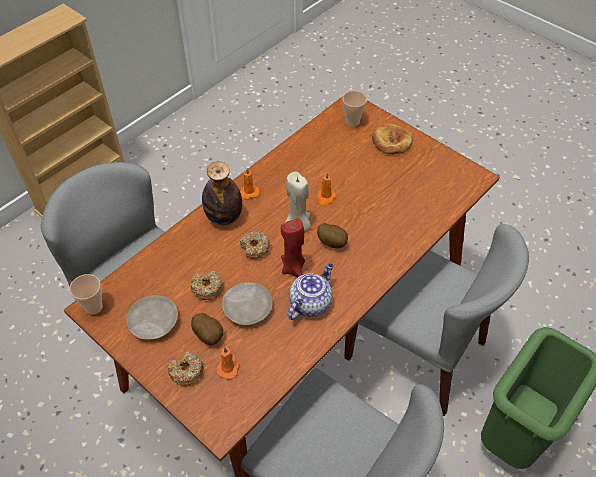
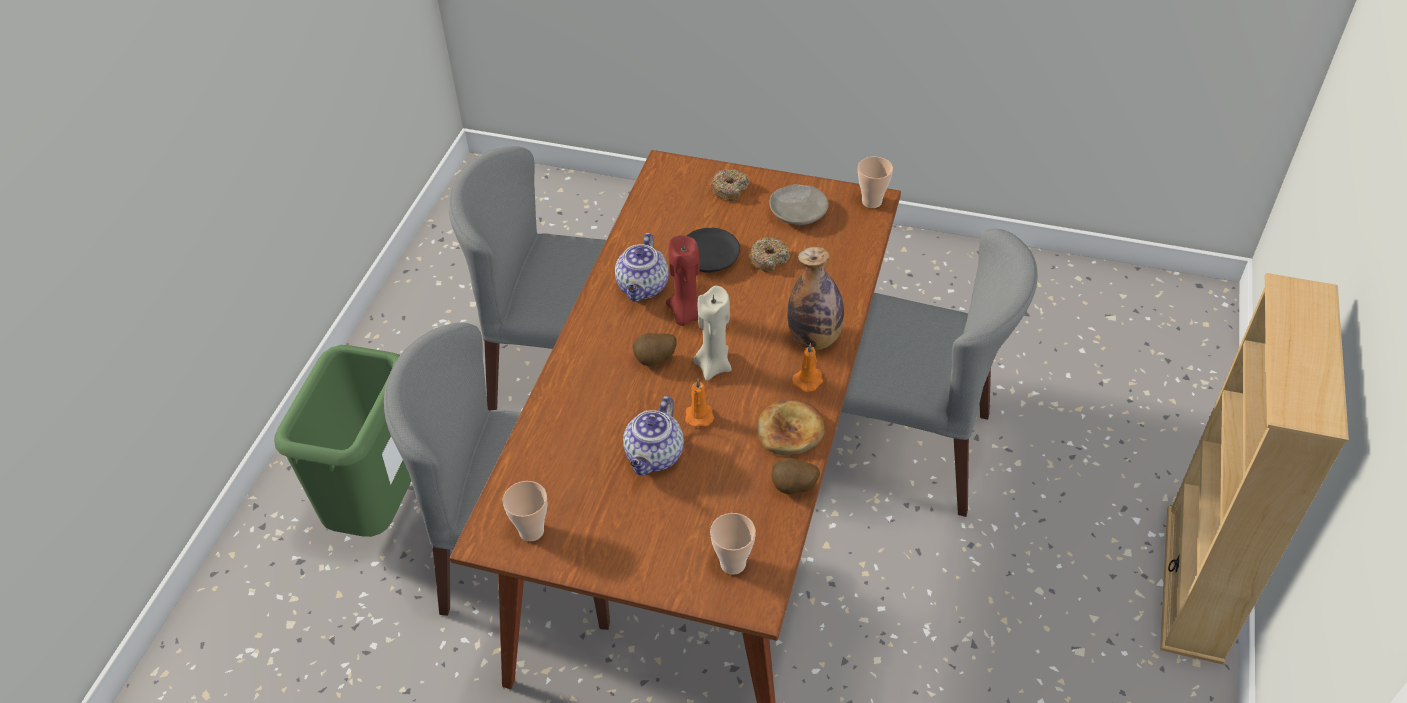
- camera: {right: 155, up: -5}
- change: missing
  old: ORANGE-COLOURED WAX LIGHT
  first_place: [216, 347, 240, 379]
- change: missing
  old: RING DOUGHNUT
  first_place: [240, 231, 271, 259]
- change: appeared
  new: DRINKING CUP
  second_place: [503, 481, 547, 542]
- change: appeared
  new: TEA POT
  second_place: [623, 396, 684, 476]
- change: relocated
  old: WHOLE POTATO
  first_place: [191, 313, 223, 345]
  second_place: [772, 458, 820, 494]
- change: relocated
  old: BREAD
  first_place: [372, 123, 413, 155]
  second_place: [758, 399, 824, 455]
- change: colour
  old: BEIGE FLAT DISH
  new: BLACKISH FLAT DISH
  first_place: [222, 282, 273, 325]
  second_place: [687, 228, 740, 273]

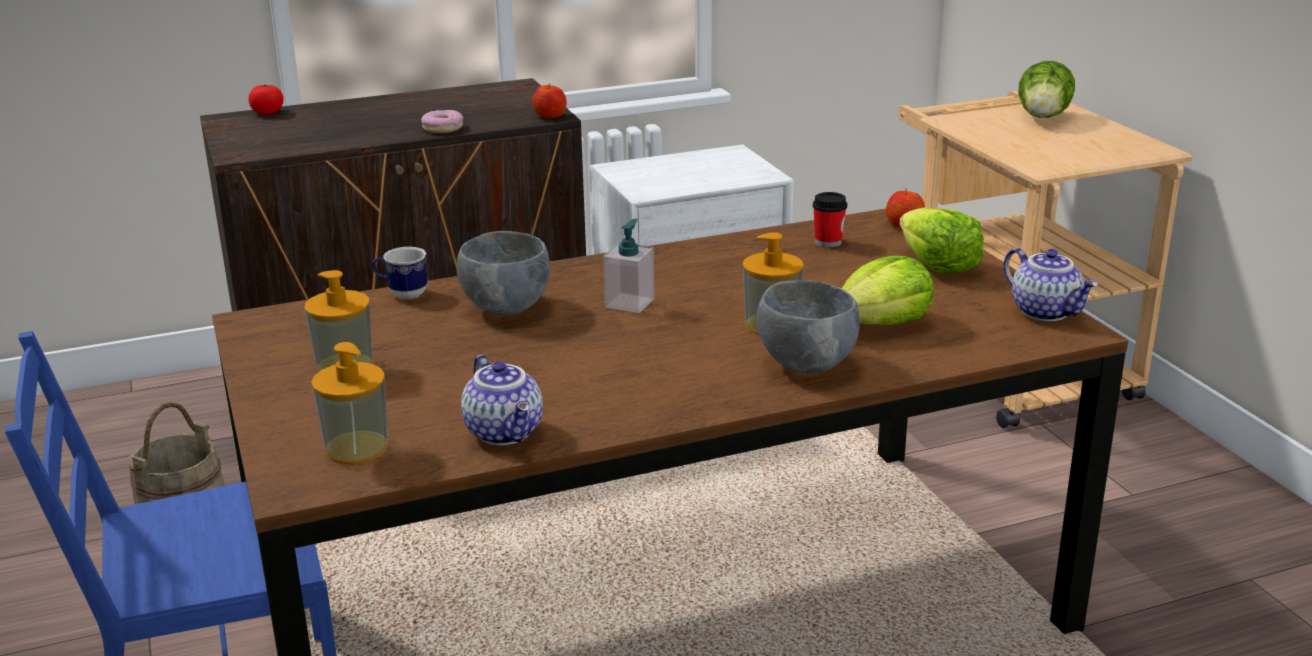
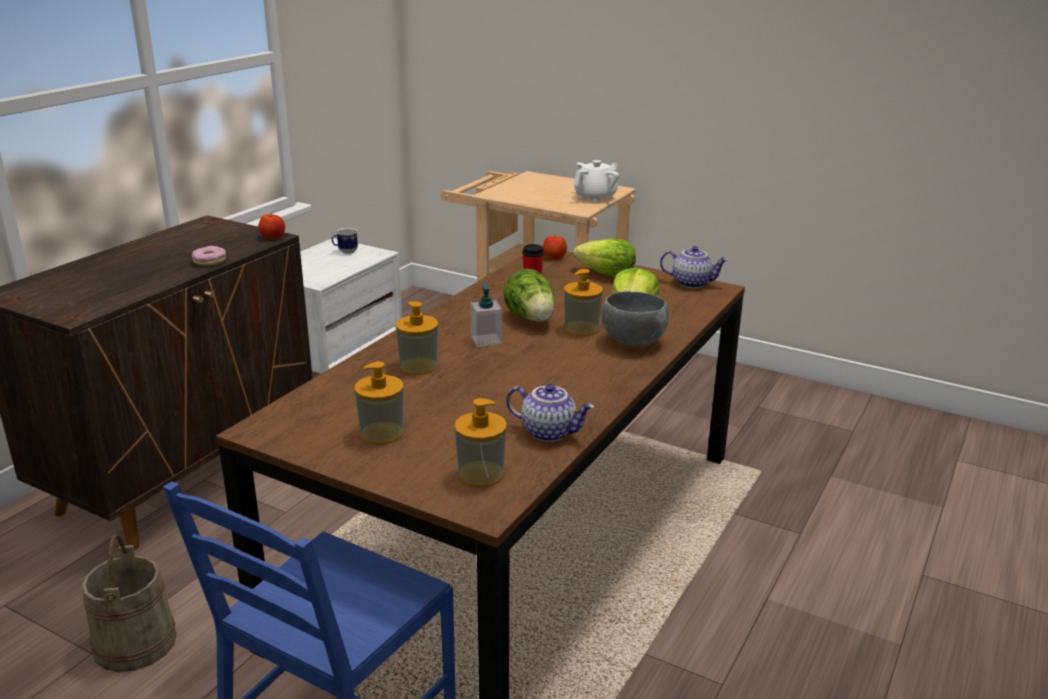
- camera: {right: -40, up: 0}
- change: missing
  old: FRESH TOMATO
  first_place: [249, 84, 284, 115]
- change: appeared
  new: WHITE-COLOURED TEA POT
  second_place: [574, 160, 619, 203]
- change: relocated
  old: MUG
  first_place: [373, 247, 428, 299]
  second_place: [332, 228, 358, 254]
- change: relocated
  old: HEAD OF LETTUCE
  first_place: [1018, 61, 1075, 118]
  second_place: [504, 269, 555, 322]
- change: exchanged
  old: GREYISH DEEP DISH
  new: SOAP BOTTLE
  first_place: [456, 231, 550, 315]
  second_place: [395, 302, 438, 375]

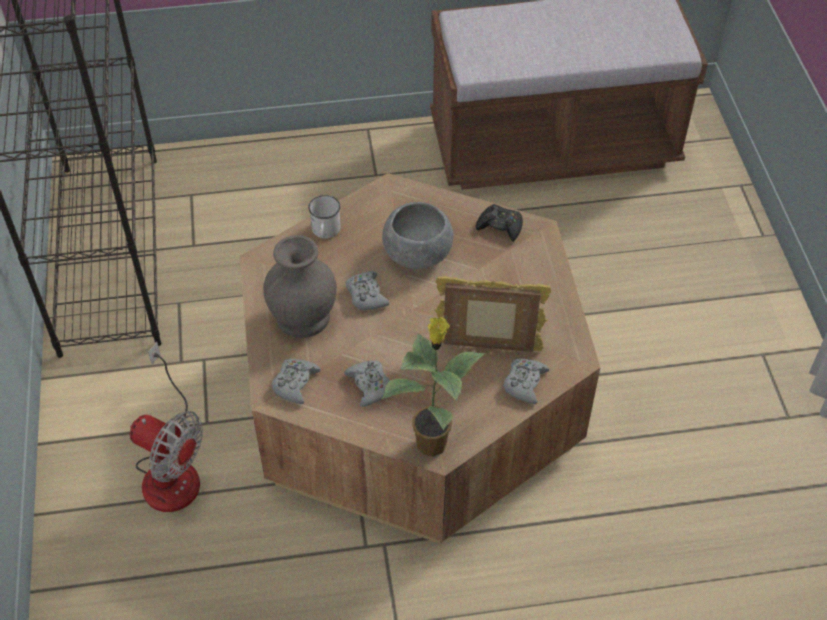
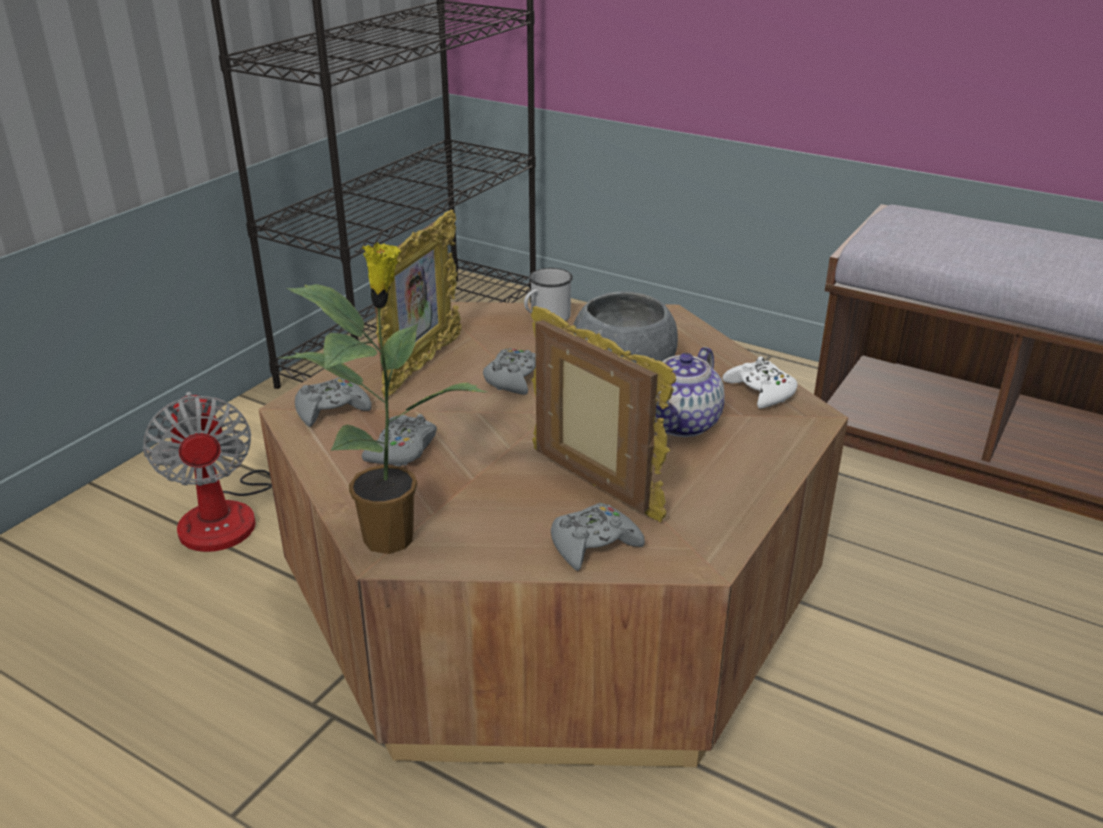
- camera: {right: 40, up: -20}
- change: appeared
  new: TEA POT
  second_place: [655, 347, 725, 437]
- change: exchanged
  old: GREYISH VASE
  new: STANDING FRAME
  first_place: [263, 235, 337, 338]
  second_place: [375, 210, 462, 397]
- change: colour
  old: BLACKISH GAMEPAD
  new: WHITE-COLOURED GAMEPAD
  first_place: [476, 204, 523, 242]
  second_place: [723, 356, 798, 409]

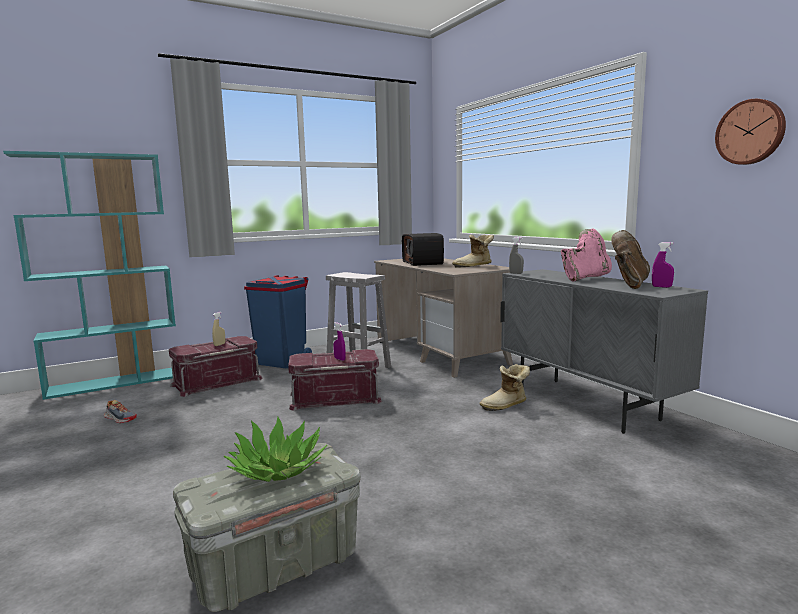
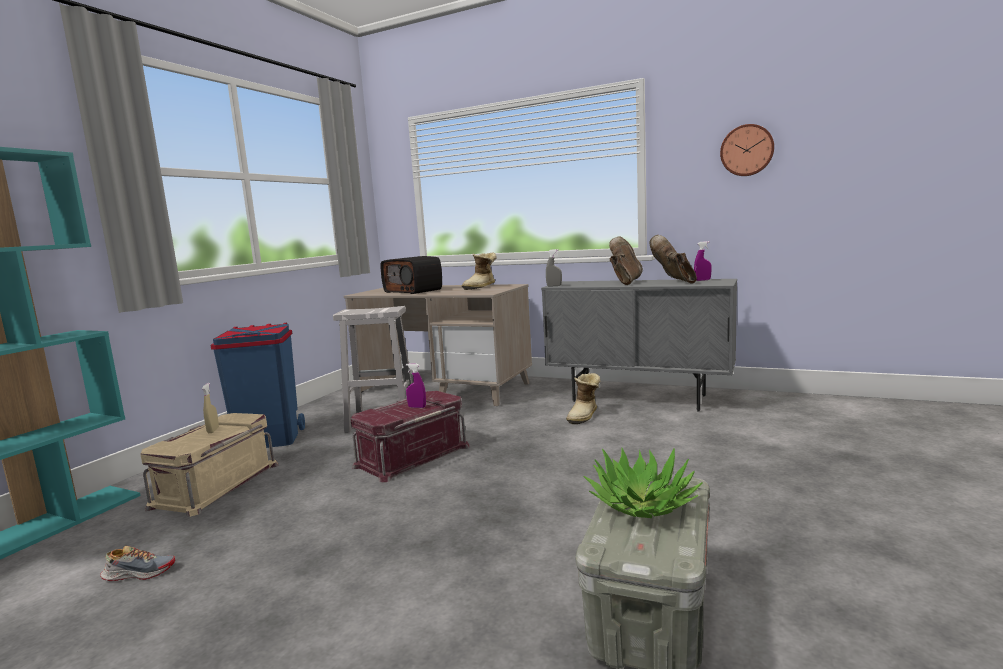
- camera: {right: -35, up: 0}
- change: colour
  old: RED-COLOURED STORAGE BIN
  new: BEIGE STORAGE BIN
  first_place: [169, 336, 262, 397]
  second_place: [140, 413, 279, 517]
- change: colour
  old: PINK-COLOURED TALL BOOT
  new: BROWN TALL BOOT
  first_place: [561, 228, 612, 282]
  second_place: [609, 236, 643, 285]

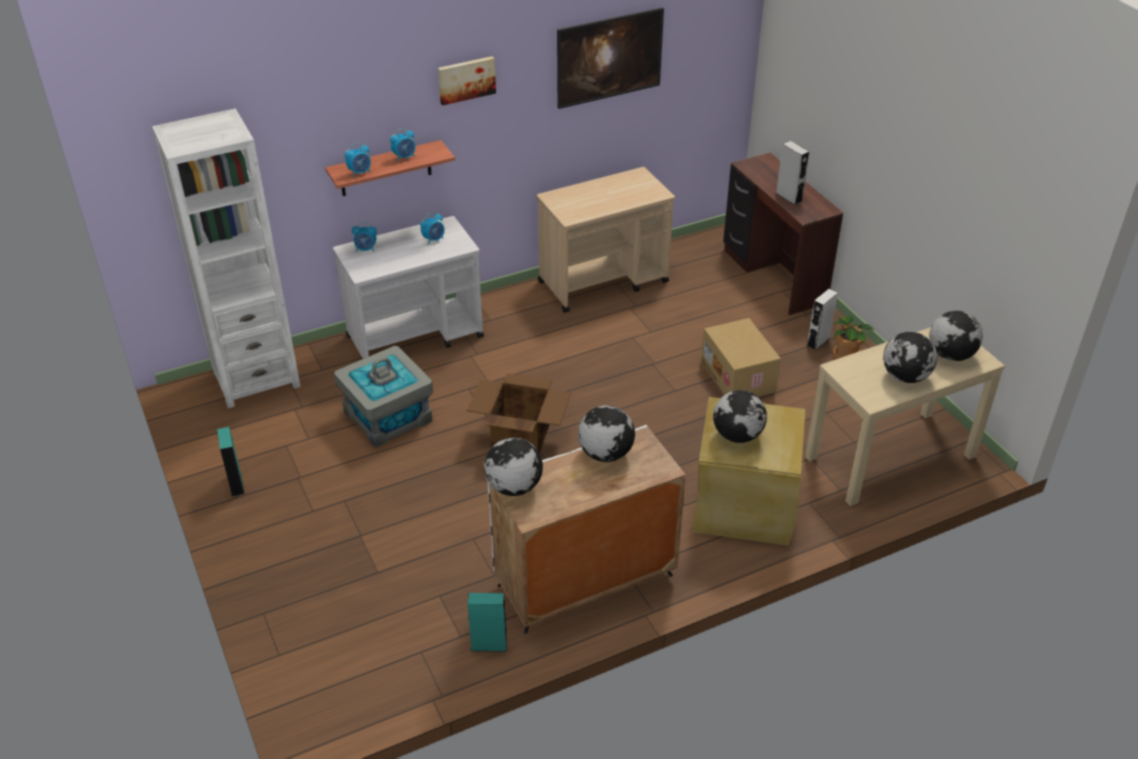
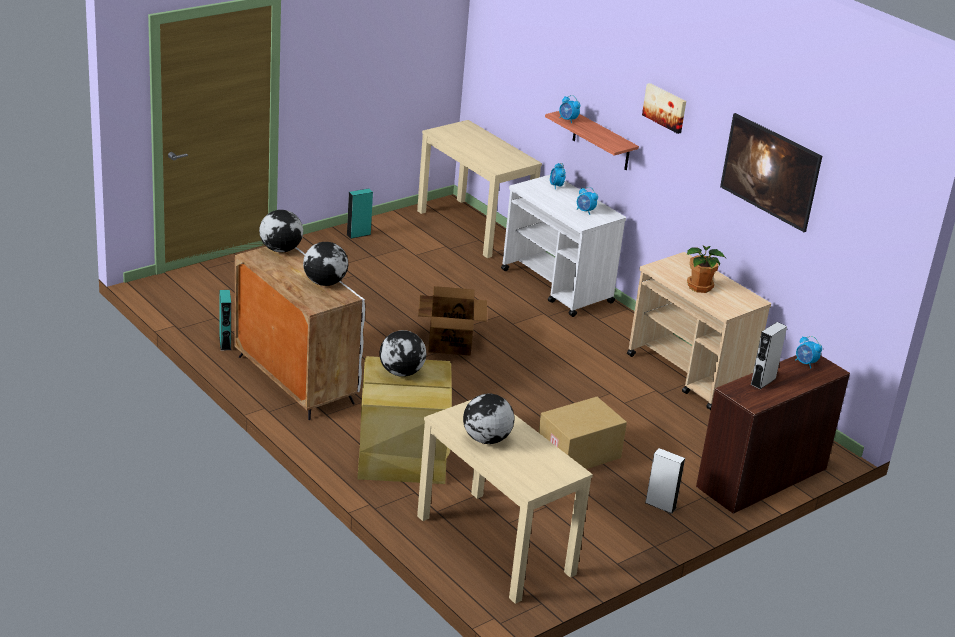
- camera: {right: 75, up: -10}
- change: missing
  old: GREYISH STORAGE BIN
  first_place: [334, 346, 433, 448]
- change: missing
  old: DESK GLOBE
  first_place: [929, 311, 983, 361]
- change: relocated
  old: BEDSIDE CLOCK
  first_place: [390, 128, 415, 162]
  second_place: [795, 336, 822, 369]
- change: relocated
  old: POTTED PLANT
  first_place: [833, 317, 875, 360]
  second_place: [687, 245, 726, 293]
- change: exchanged
  old: WHITE-COLOURED SHELVING UNIT
  new: BEIGE HALL TABLE
  first_place: [152, 109, 301, 408]
  second_place: [417, 120, 542, 258]

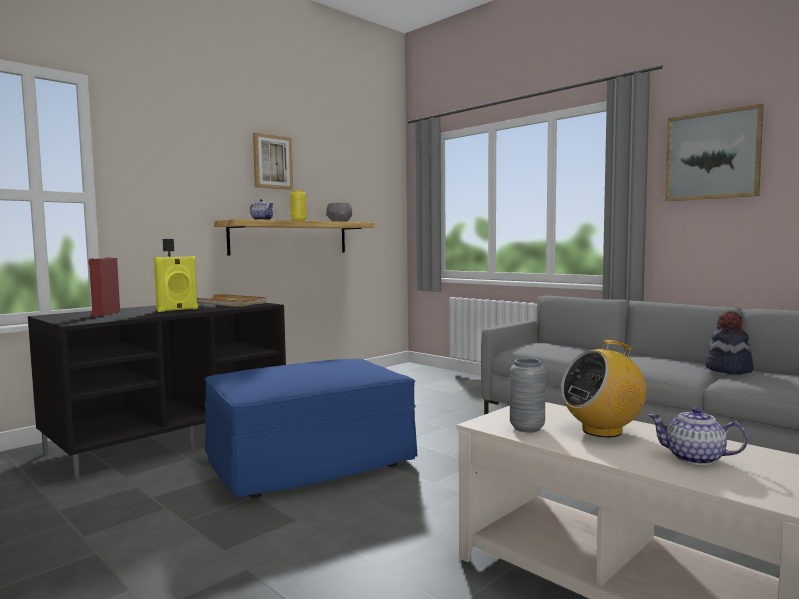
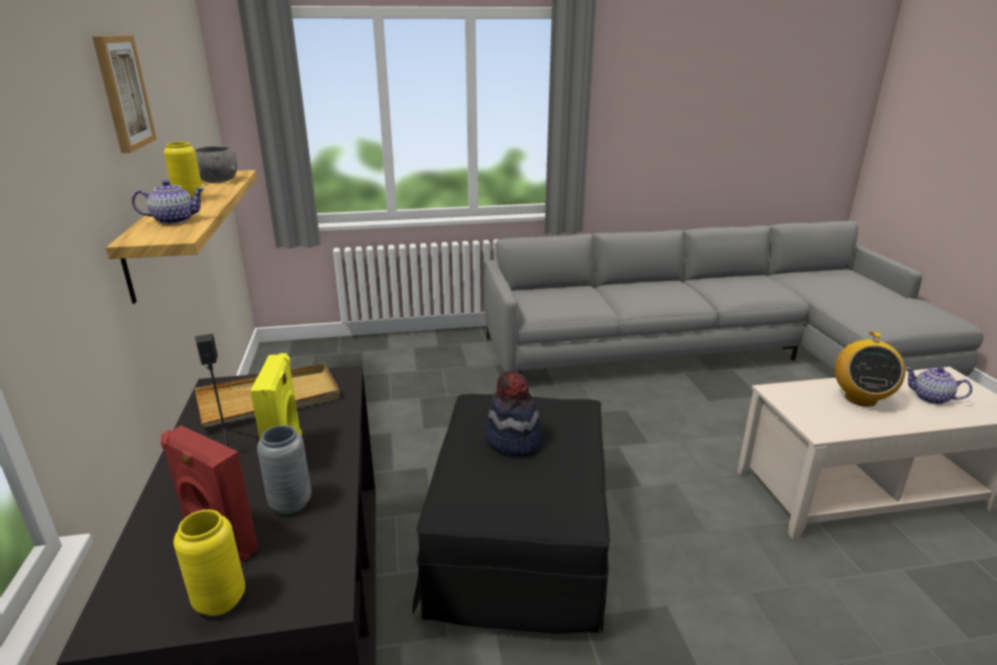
- camera: {right: -55, up: 20}
- change: missing
  old: WALL PICTURE
  first_place: [665, 104, 764, 201]
- change: appeared
  new: YELLOWISH VASE
  second_place: [174, 510, 245, 616]
- change: relocated
  old: GREYISH VASE
  first_place: [510, 359, 546, 433]
  second_place: [257, 425, 312, 514]
- change: relocated
  old: HAT
  first_place: [705, 311, 754, 374]
  second_place: [486, 370, 542, 457]
- change: colour
  old: BLUE FOOTREST
  new: BLACKISH FOOTREST
  first_place: [204, 359, 417, 498]
  second_place: [413, 394, 610, 634]
- change: spun
  old: TEA POT
  first_place: [648, 407, 748, 465]
  second_place: [905, 367, 972, 404]
  degrees: 60

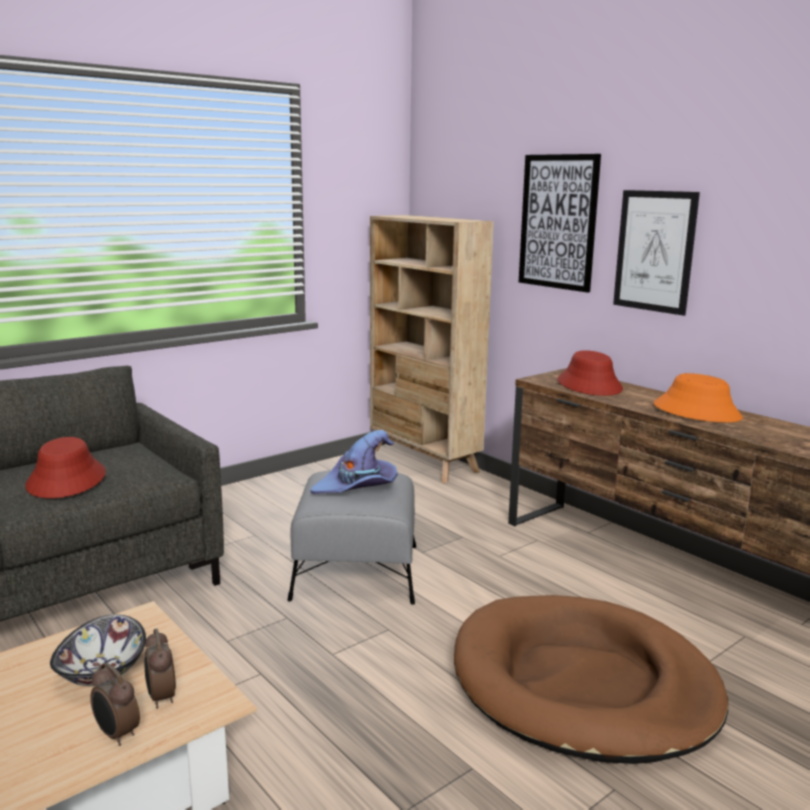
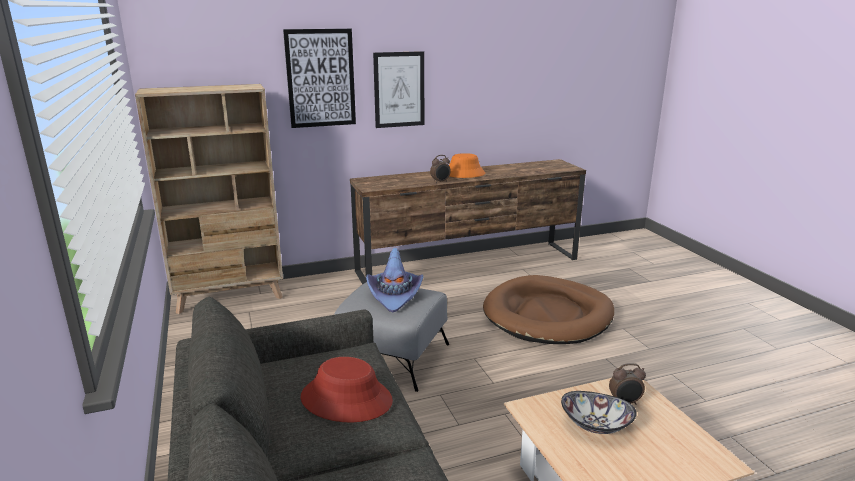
- camera: {right: -70, up: 5}
- change: missing
  old: RED-COLOURED HAT
  first_place: [557, 350, 623, 396]
- change: relocated
  old: BEDSIDE CLOCK
  first_place: [90, 663, 140, 746]
  second_place: [430, 155, 451, 183]

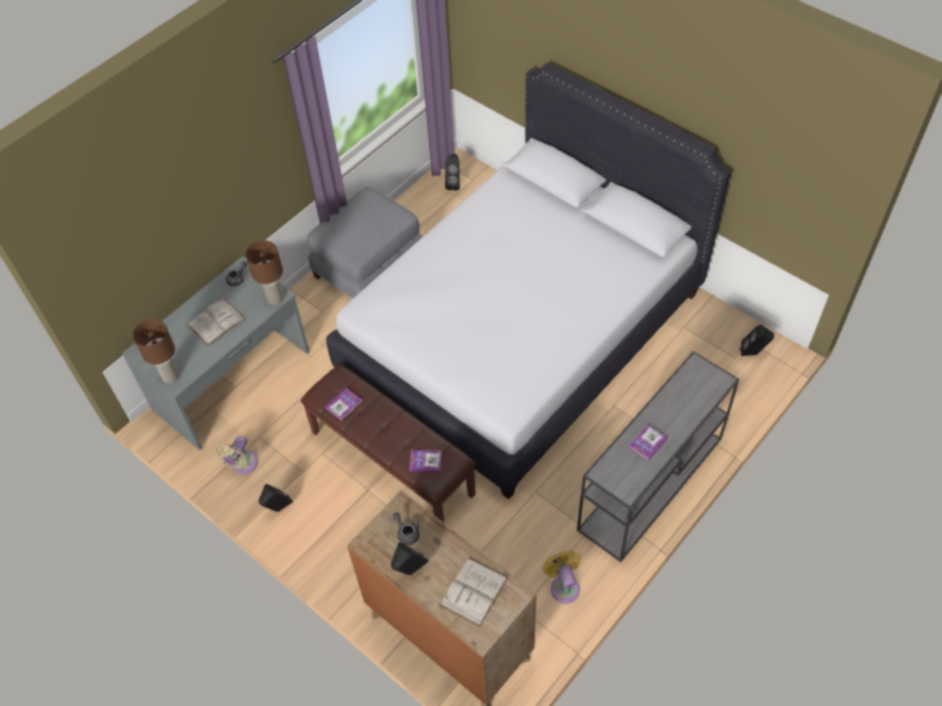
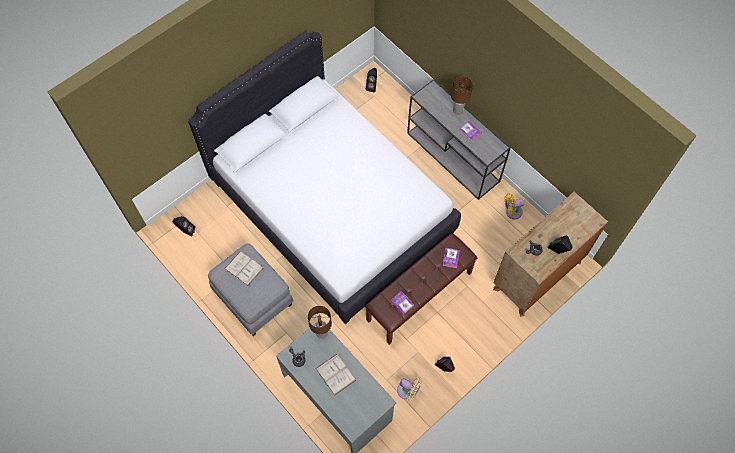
- camera: {right: -85, up: 10}
- change: relocated
  old: BROWN TABLETOP LAMP
  first_place: [133, 319, 179, 383]
  second_place: [451, 76, 473, 115]
- change: relocated
  old: WHITE-COLOURED VOLUME
  first_place: [440, 558, 508, 627]
  second_place: [225, 251, 264, 286]

